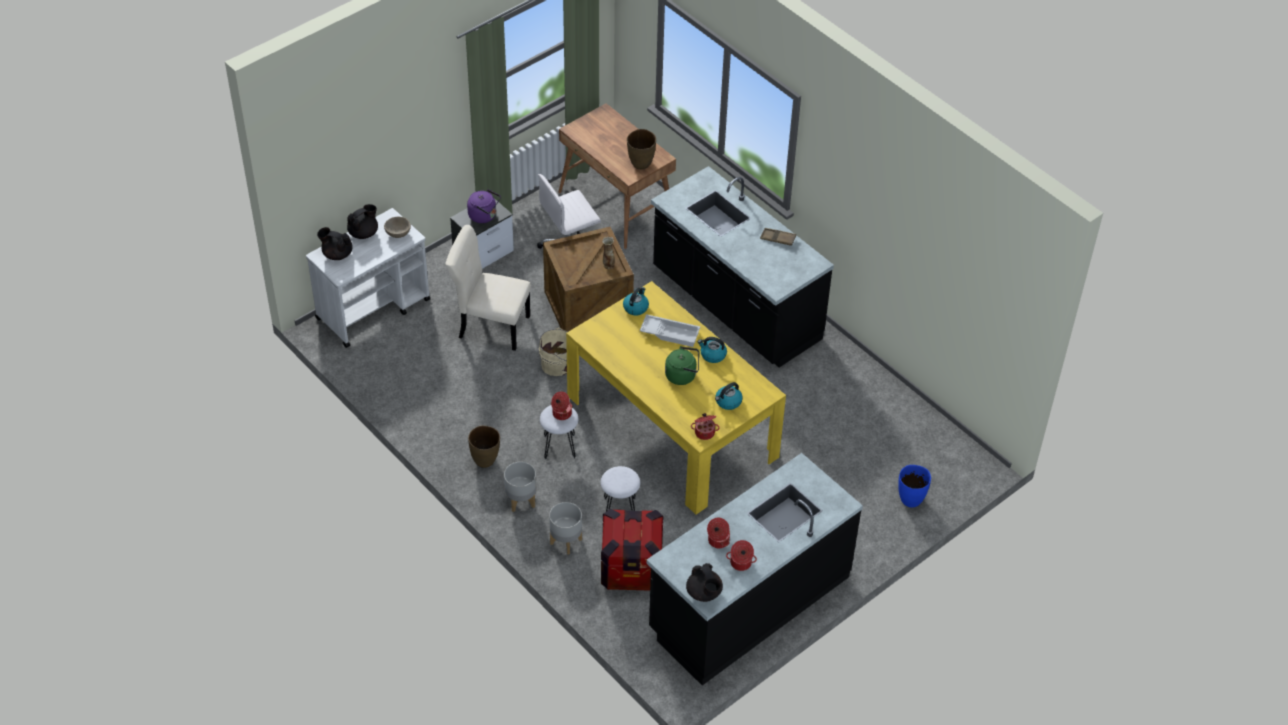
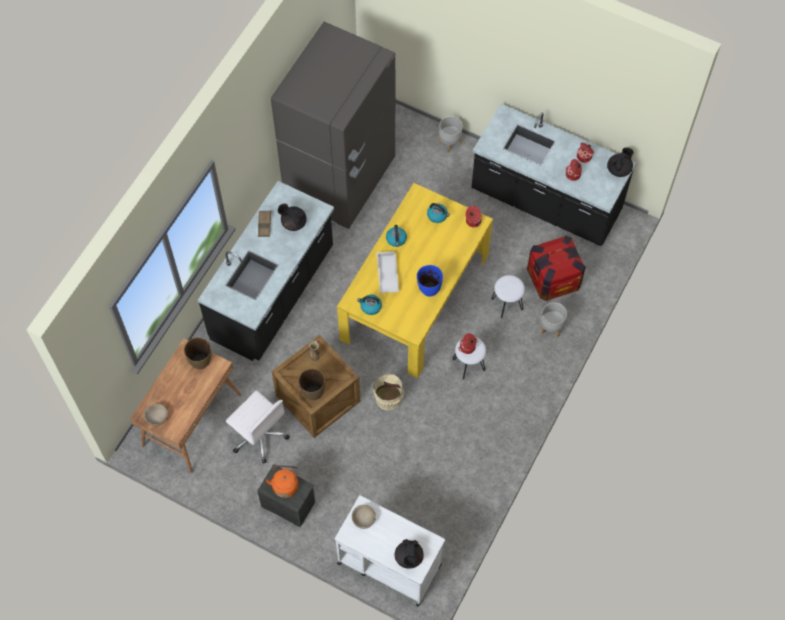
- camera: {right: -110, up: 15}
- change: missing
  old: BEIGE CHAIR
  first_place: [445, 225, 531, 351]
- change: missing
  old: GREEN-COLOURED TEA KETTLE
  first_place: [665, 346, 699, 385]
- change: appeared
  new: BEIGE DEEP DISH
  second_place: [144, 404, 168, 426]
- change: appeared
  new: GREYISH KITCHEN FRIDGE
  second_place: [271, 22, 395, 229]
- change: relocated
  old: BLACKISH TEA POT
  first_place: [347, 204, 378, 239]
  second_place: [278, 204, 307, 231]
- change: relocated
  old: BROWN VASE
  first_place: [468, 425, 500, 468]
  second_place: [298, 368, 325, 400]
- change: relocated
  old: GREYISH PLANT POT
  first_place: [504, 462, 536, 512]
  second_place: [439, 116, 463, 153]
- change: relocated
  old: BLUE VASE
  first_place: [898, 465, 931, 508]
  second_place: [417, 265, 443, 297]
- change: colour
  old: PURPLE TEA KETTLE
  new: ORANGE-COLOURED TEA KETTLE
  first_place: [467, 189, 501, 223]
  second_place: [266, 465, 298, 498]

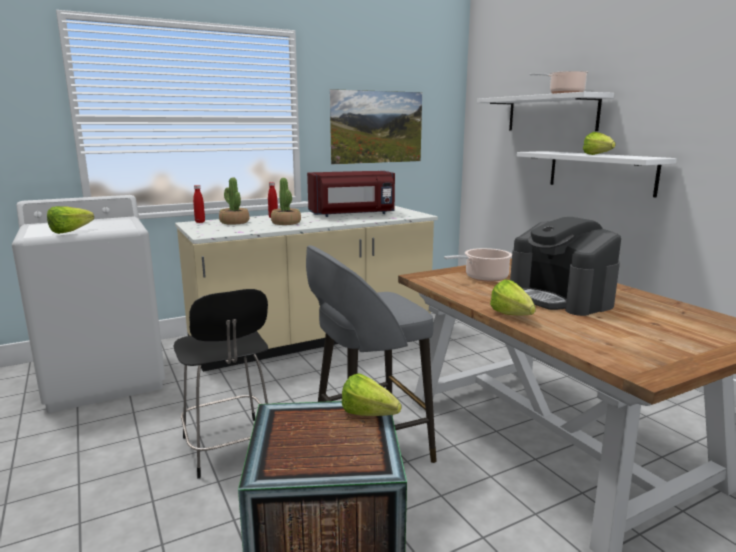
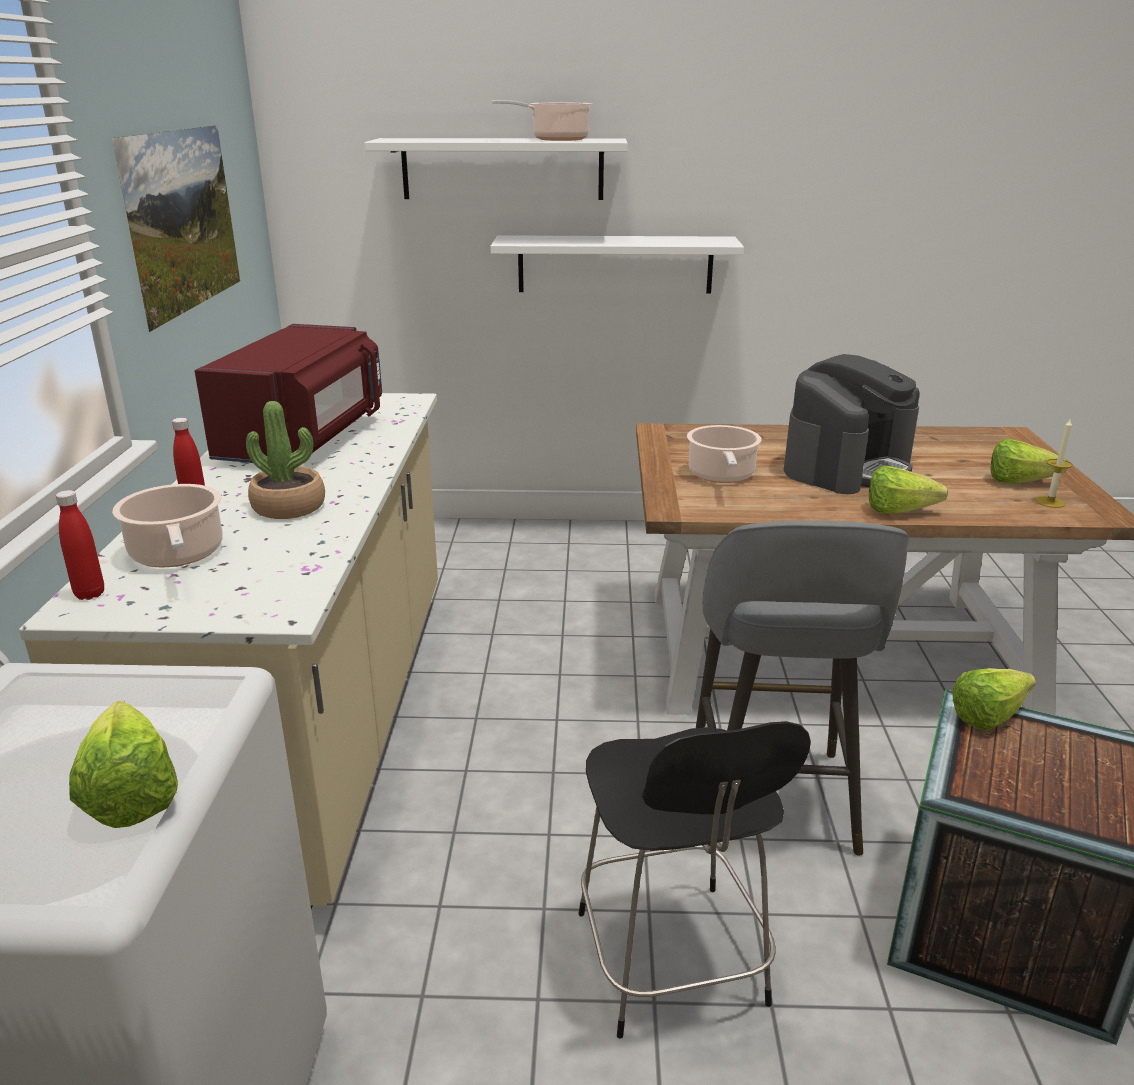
- camera: {right: -60, up: 10}
- change: appeared
  new: WAX LIGHT
  second_place: [1036, 418, 1073, 508]
- change: relocated
  old: HEAD OF LETTUCE
  first_place: [583, 132, 616, 155]
  second_place: [990, 439, 1067, 483]
- change: exchanged
  old: POTTED PLANT
  new: COOKING POT
  first_place: [219, 178, 249, 225]
  second_place: [112, 484, 223, 567]
- change: spun
  old: BLACKISH CHAIR
  first_place: [174, 289, 268, 479]
  second_place: [579, 721, 811, 1039]
  degrees: 75
- change: spun
  old: COFFEE BREWER
  first_place: [510, 217, 621, 316]
  second_place: [784, 354, 920, 494]
  degrees: -45

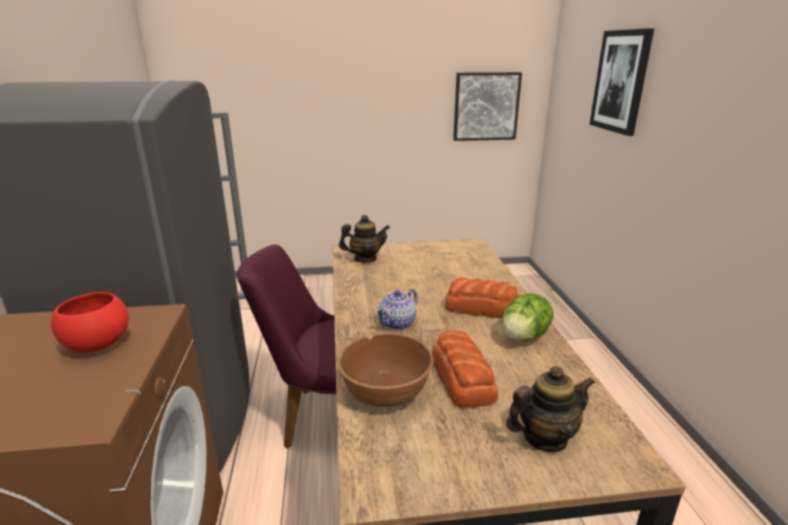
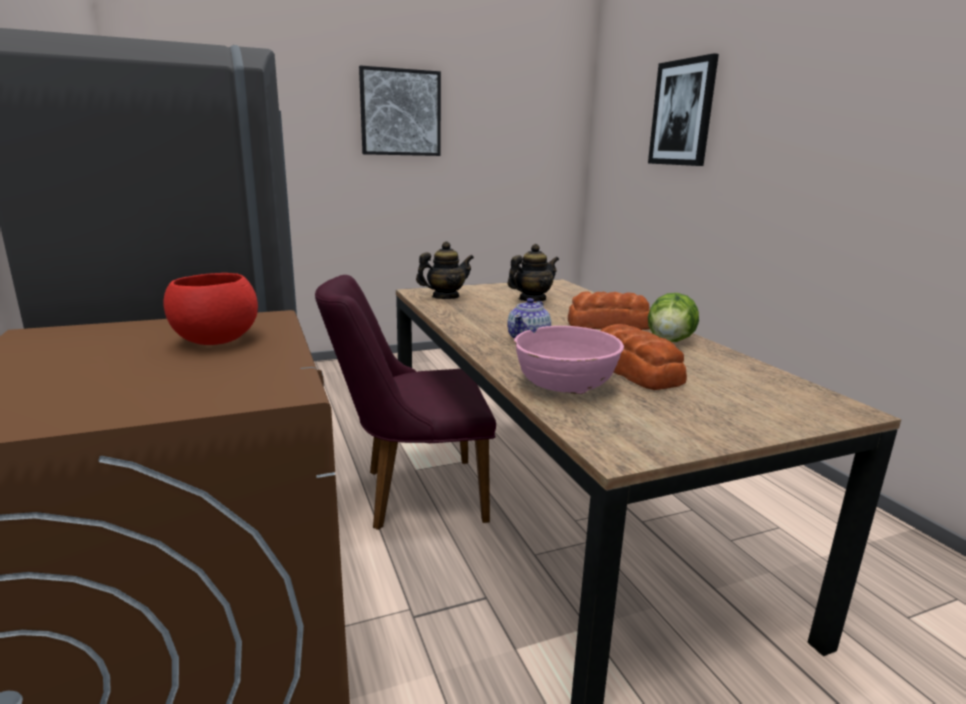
- camera: {right: -15, up: -5}
- change: relocated
  old: WALL PICTURE
  first_place: [453, 72, 522, 141]
  second_place: [359, 65, 441, 156]
- change: relocated
  old: TEA POT
  first_place: [506, 366, 595, 453]
  second_place: [508, 244, 559, 301]
- change: colour
  old: BROWN DEEP DISH
  new: PINK-COLOURED DEEP DISH
  first_place: [338, 333, 433, 407]
  second_place: [514, 326, 624, 394]

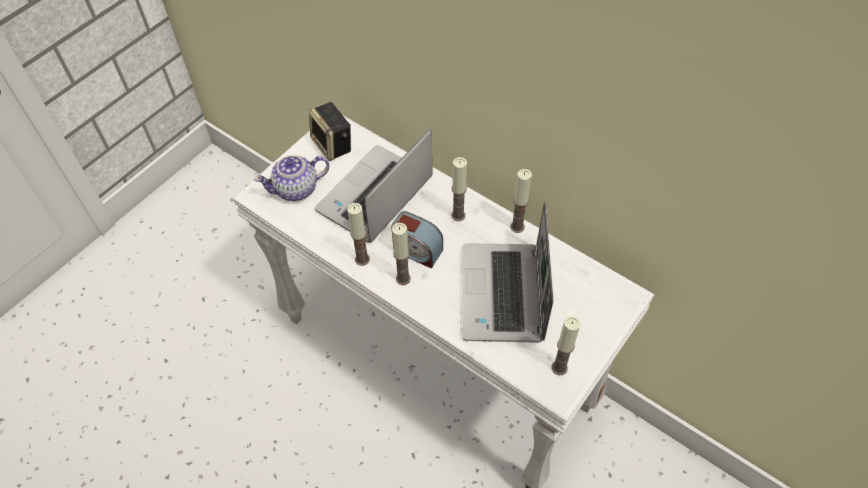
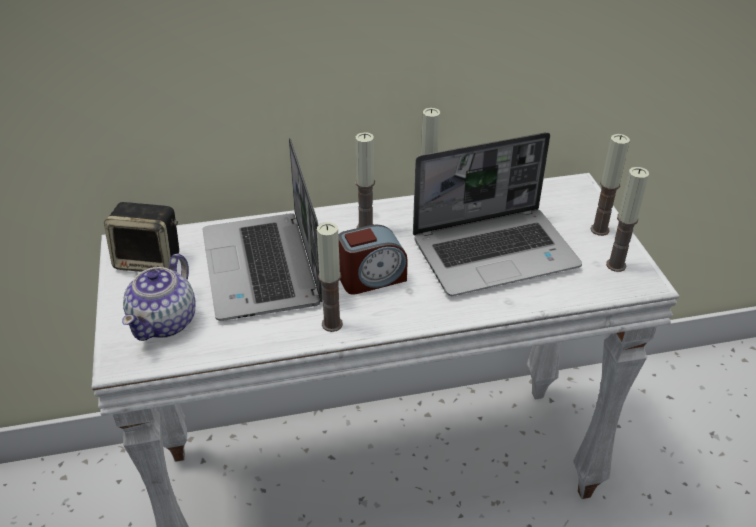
- camera: {right: -50, up: -15}
- change: relocated
  old: WAX LIGHT
  first_place: [392, 223, 411, 285]
  second_place: [591, 134, 630, 236]
- change: spun
  old: PORTABLE COMPUTER
  first_place: [463, 202, 553, 343]
  second_place: [413, 132, 582, 296]
  degrees: -60

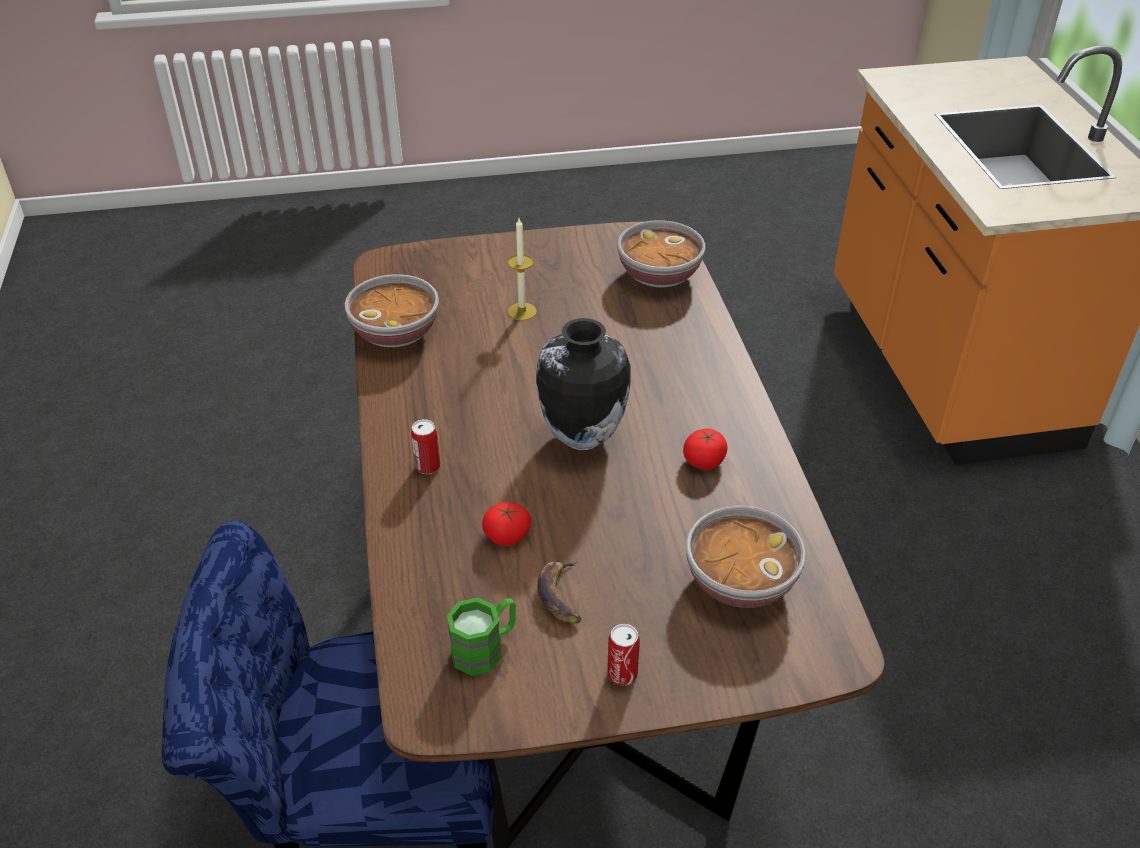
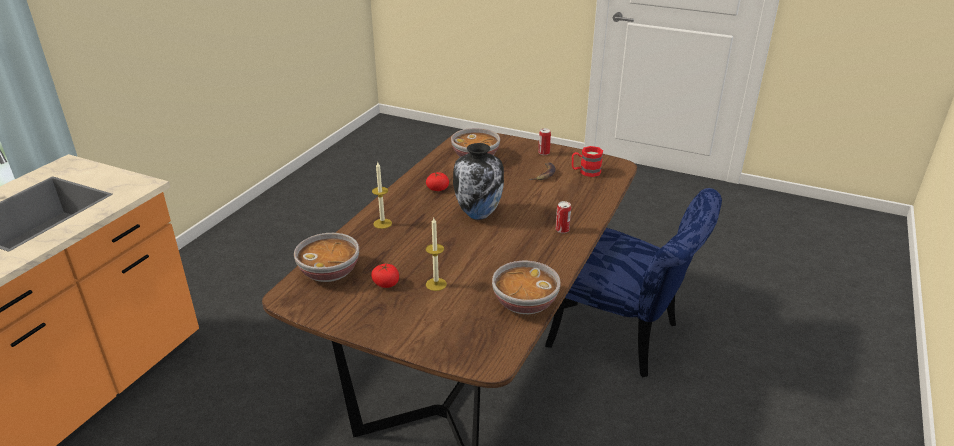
- camera: {right: -145, up: -10}
- change: appeared
  new: WAX LIGHT
  second_place: [372, 162, 392, 229]
- change: relocated
  old: FRESH TOMATO
  first_place: [482, 502, 531, 546]
  second_place: [371, 264, 399, 288]
- change: colour
  old: GREEN-COLOURED MUG
  new: RED-COLOURED MUG
  first_place: [447, 598, 516, 676]
  second_place: [572, 146, 603, 177]

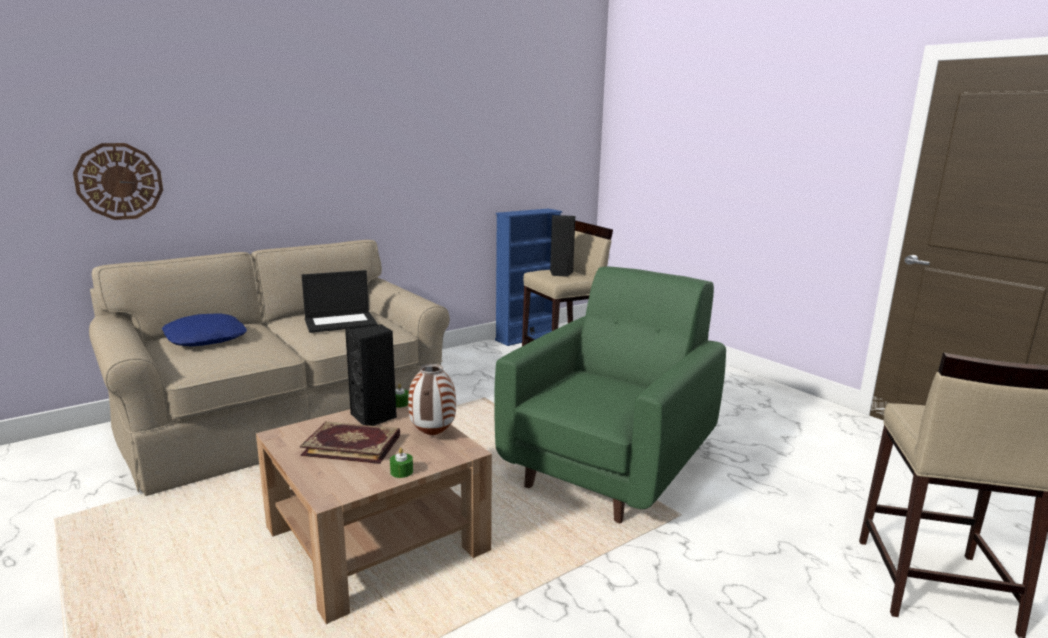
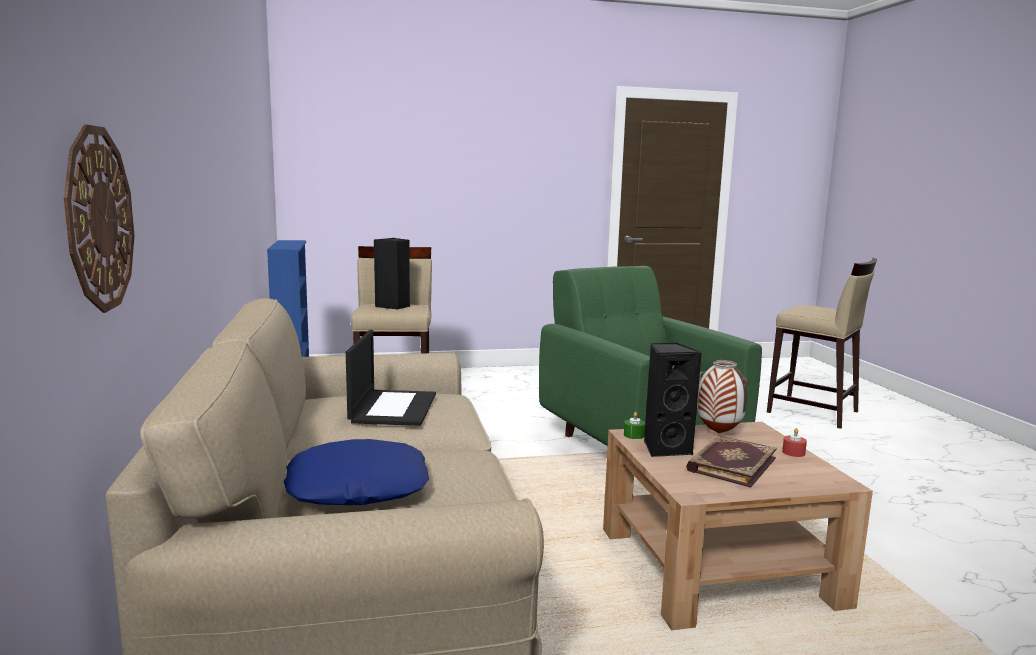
- camera: {right: -65, up: -5}
- change: colour
  old: GREEN-COLOURED WAX LIGHT
  new: RED-COLOURED WAX LIGHT
  first_place: [390, 448, 413, 478]
  second_place: [782, 428, 807, 457]

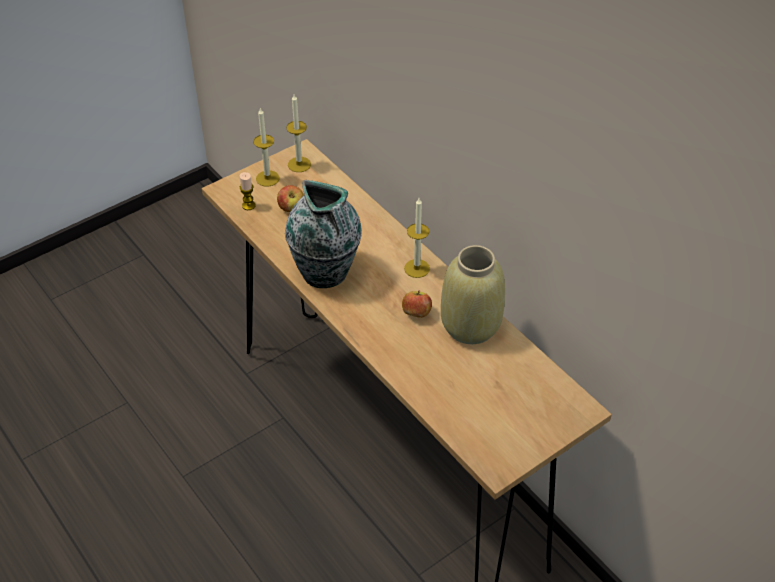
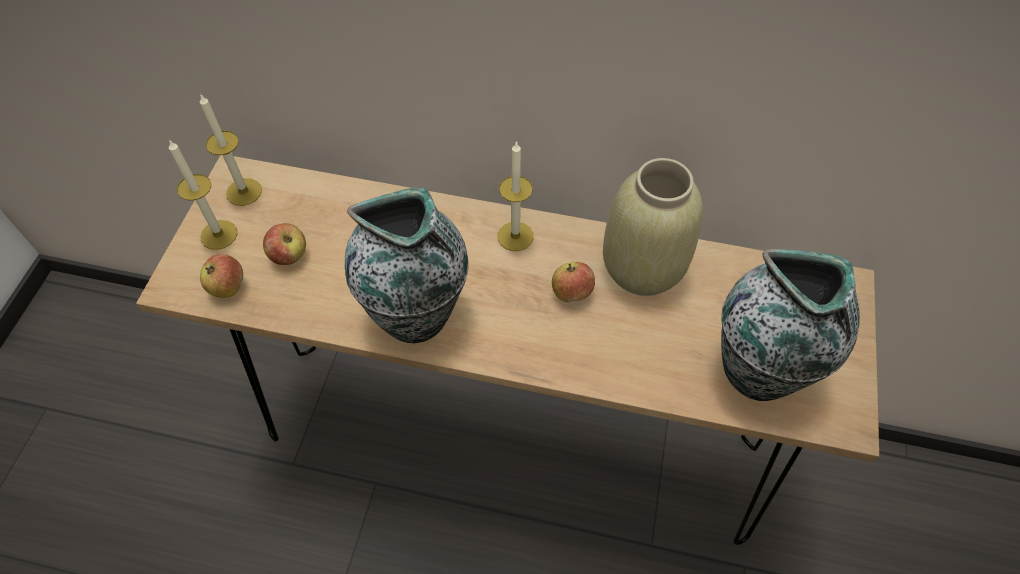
- camera: {right: -40, up: 10}
- change: appeared
  new: VASE
  second_place: [721, 249, 860, 401]
- change: exchanged
  old: WAX LIGHT
  new: WHOLE APPLE
  first_place: [240, 172, 256, 210]
  second_place: [200, 254, 243, 298]

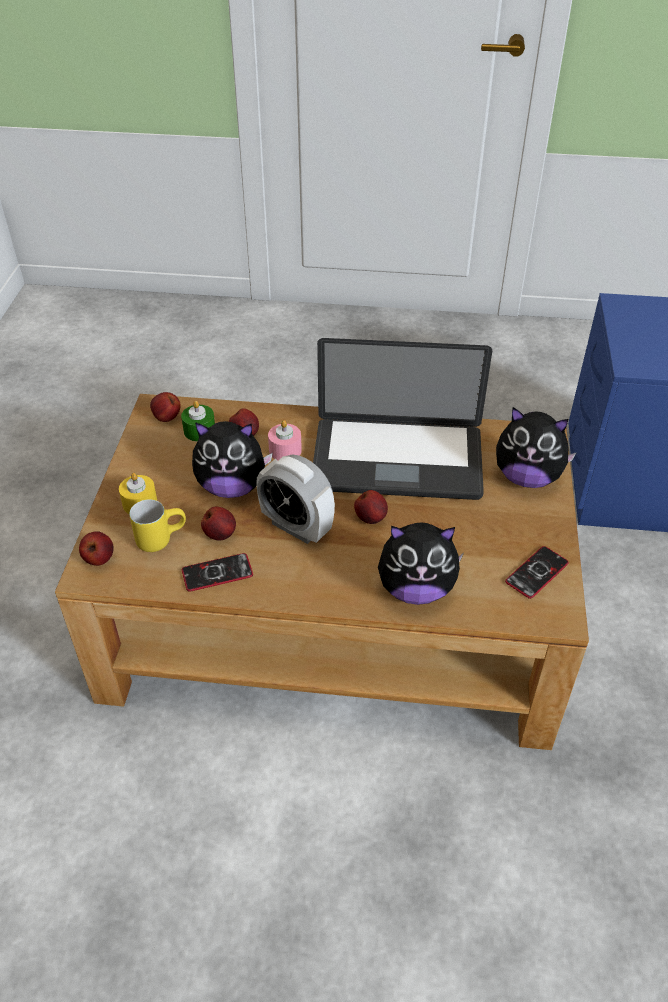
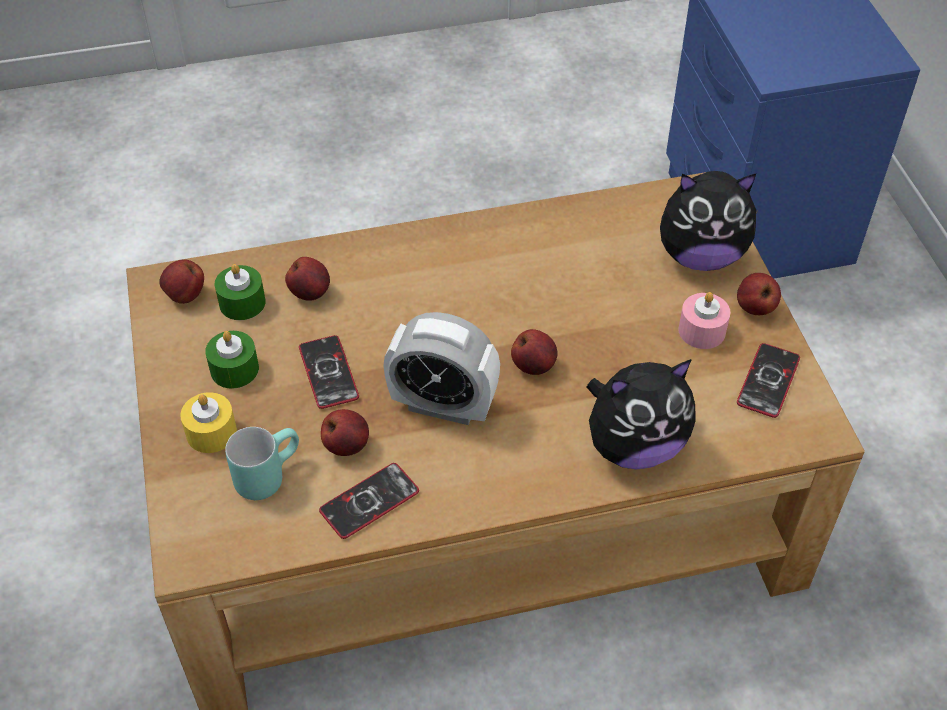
- camera: {right: -20, up: 5}
- change: missing
  old: PORTABLE COMPUTER
  first_place: [313, 338, 492, 500]
- change: appeared
  new: GREEN-COLOURED WAX LIGHT
  second_place: [205, 331, 259, 389]
- change: relocated
  old: WHOLE APPLE
  first_place: [79, 531, 114, 566]
  second_place: [737, 273, 781, 315]
- change: relocated
  old: PINK-COLOURED WAX LIGHT
  first_place: [268, 420, 302, 460]
  second_place: [678, 292, 730, 349]
- change: exchanged
  old: SOFT TOY
  new: TELEPHONE
  first_place: [192, 421, 273, 498]
  second_place: [299, 335, 359, 409]
- change: colour
  old: YELLOWISH MUG
  new: TURQUOISE MUG
  first_place: [129, 499, 186, 552]
  second_place: [225, 427, 299, 500]

